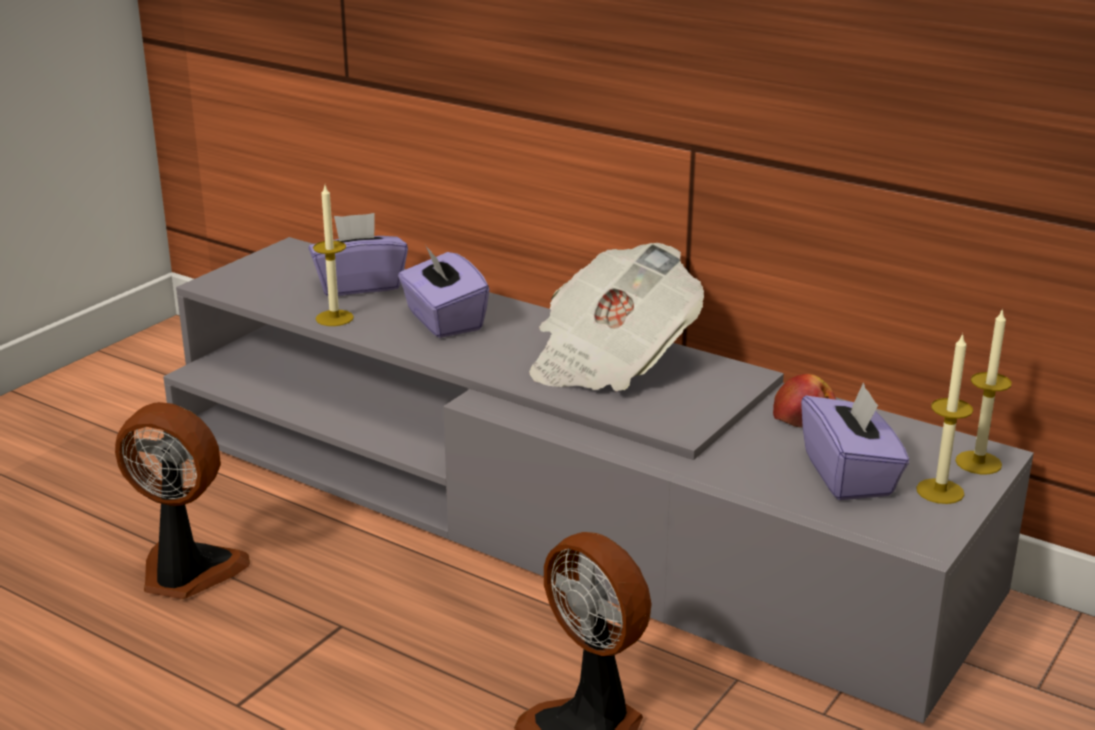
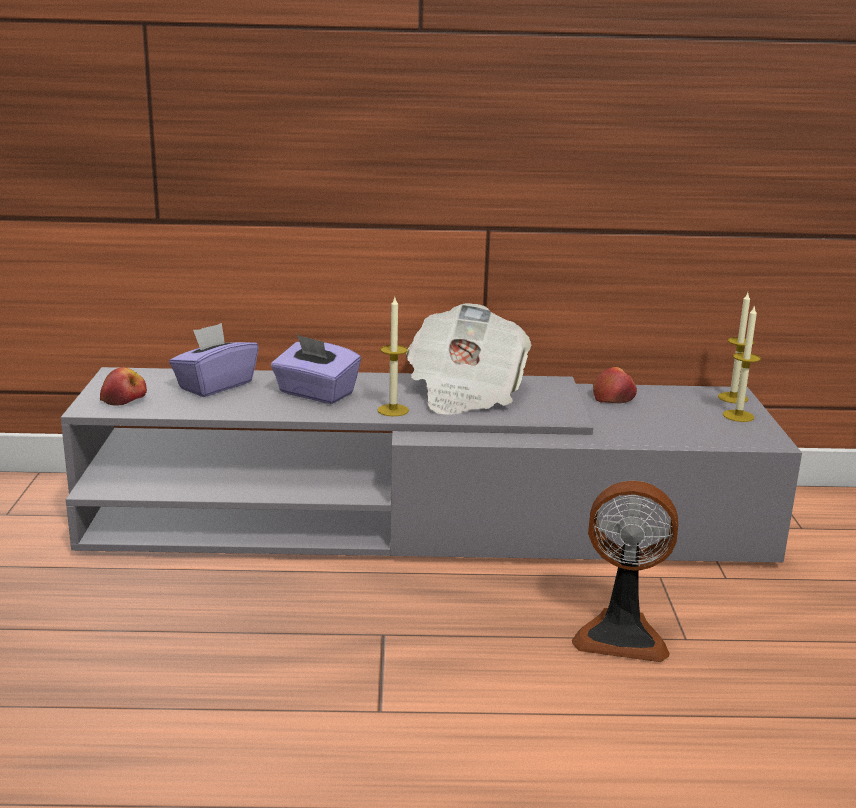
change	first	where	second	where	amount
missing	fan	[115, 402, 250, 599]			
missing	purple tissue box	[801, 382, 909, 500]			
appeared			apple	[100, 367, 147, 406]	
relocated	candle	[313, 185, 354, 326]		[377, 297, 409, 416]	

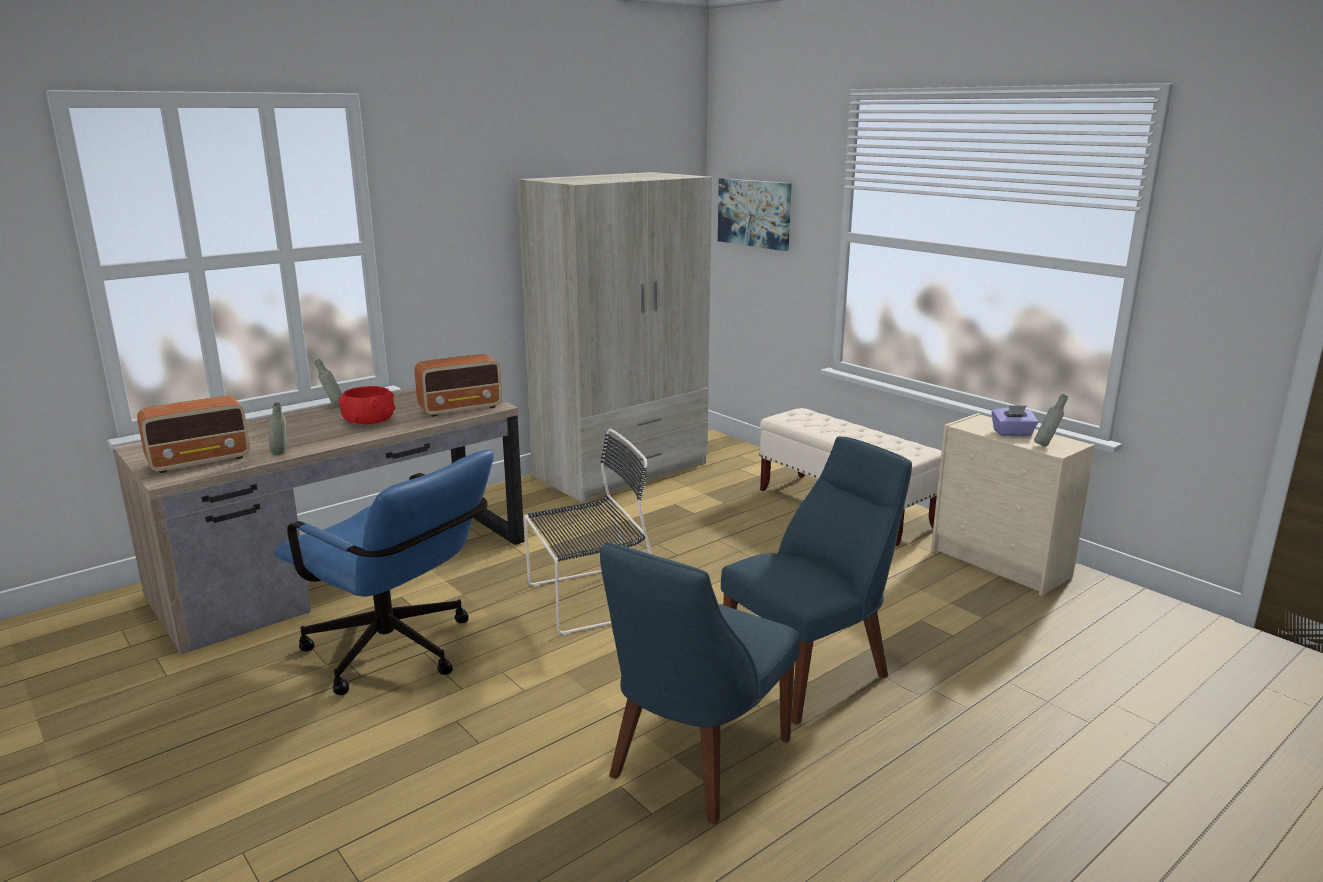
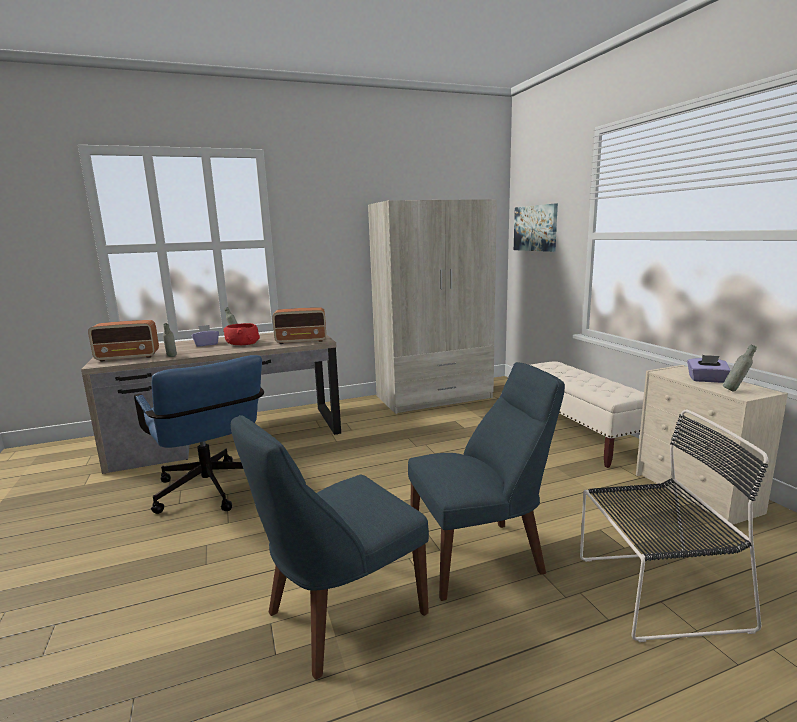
change	first	where	second	where	amount
appeared			purple tissue box	[192, 325, 219, 347]	
relocated	black chair	[524, 428, 652, 635]		[580, 409, 769, 642]	

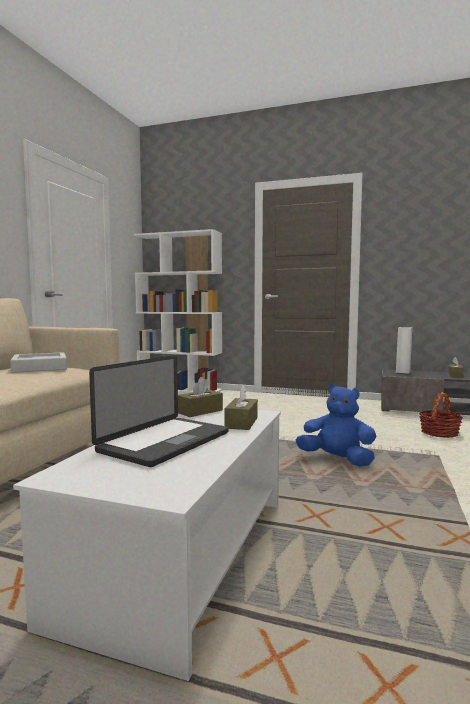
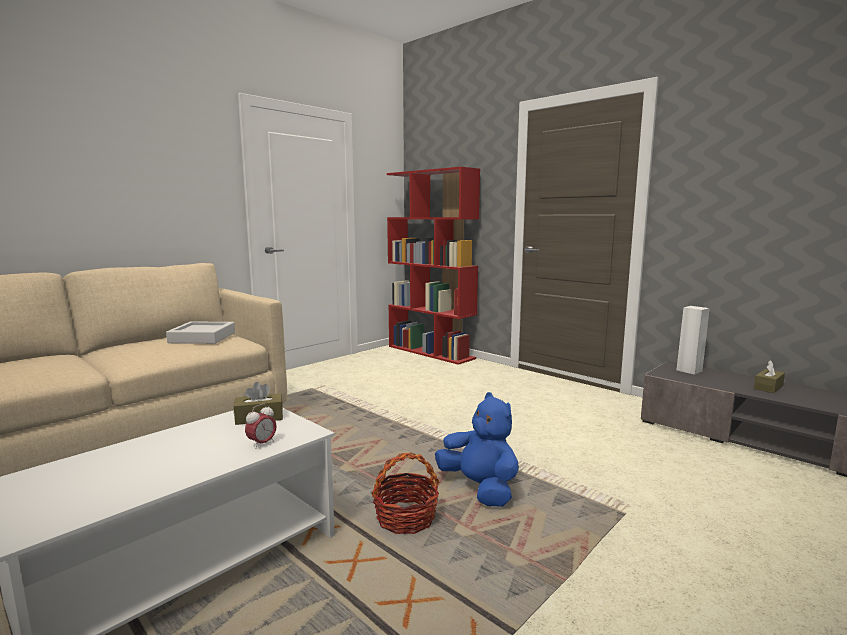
change	first	where	second	where	amount
missing	laptop	[89, 355, 229, 467]			
relocated	basket	[419, 392, 463, 438]		[371, 452, 440, 534]	
exchanged	brown tissue box	[225, 384, 258, 430]	alarm clock	[245, 404, 277, 449]	
colour	white bookcase	[134, 229, 222, 393]	red bookcase	[387, 167, 480, 365]	

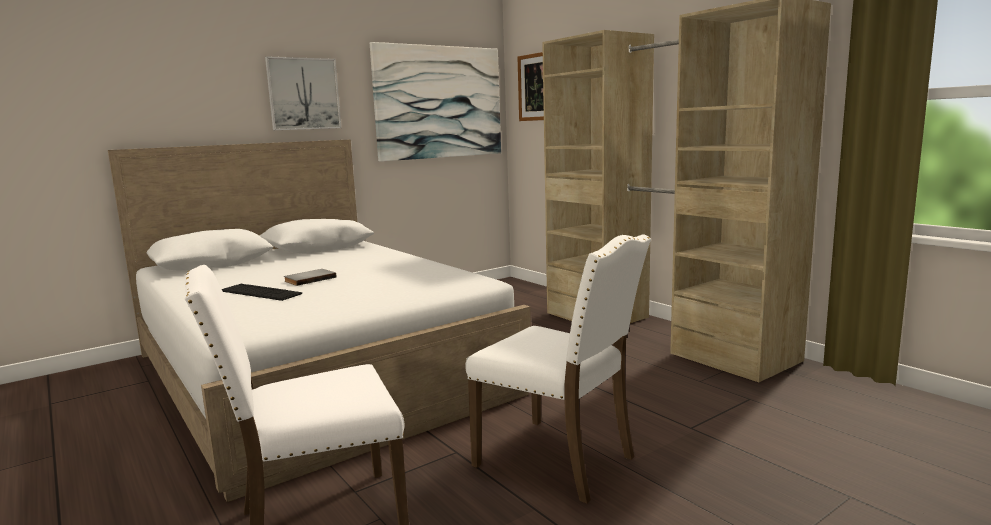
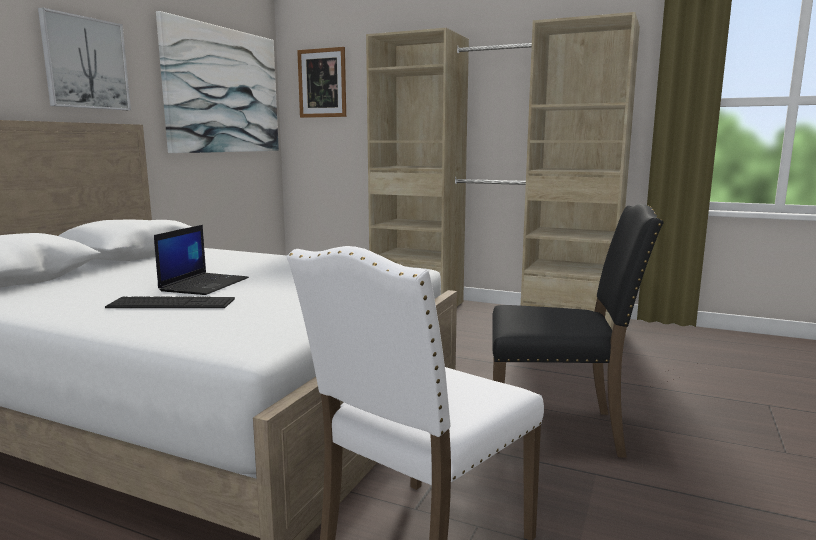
change	first	where	second	where	amount
exchanged	grey book	[284, 269, 337, 286]	laptop	[154, 225, 249, 295]	
colour	white chair	[465, 234, 651, 503]	black chair	[492, 204, 664, 458]	

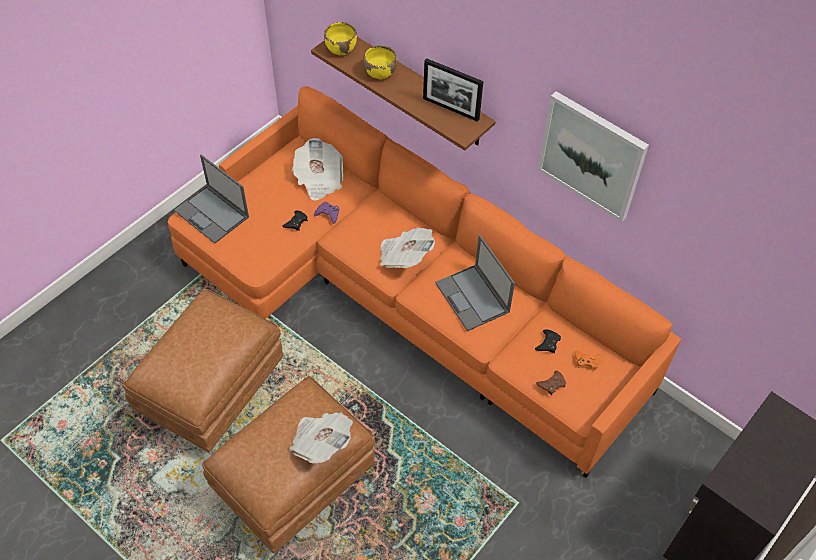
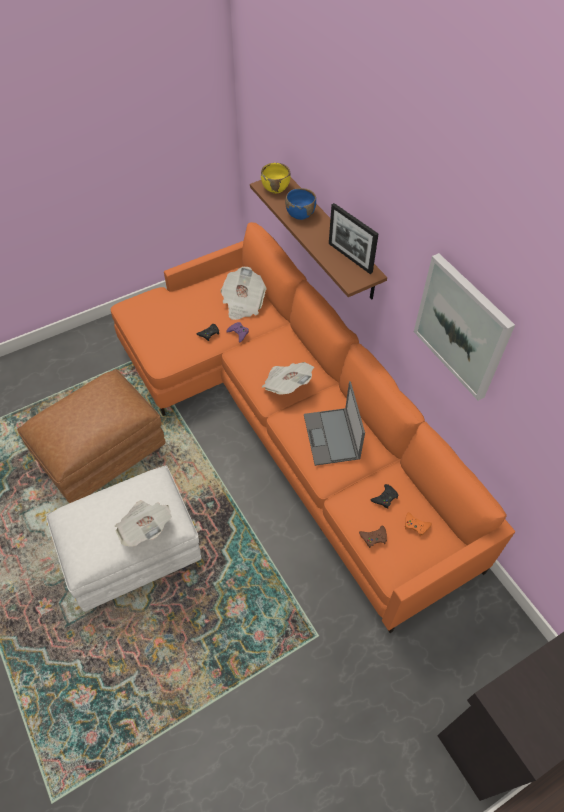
change	first	where	second	where	amount
missing	laptop	[174, 154, 249, 244]			
colour	brown ottoman	[202, 376, 375, 554]	white ottoman	[46, 465, 201, 612]	
colour	yellow bowl	[363, 45, 397, 79]	blue bowl	[285, 188, 316, 220]	

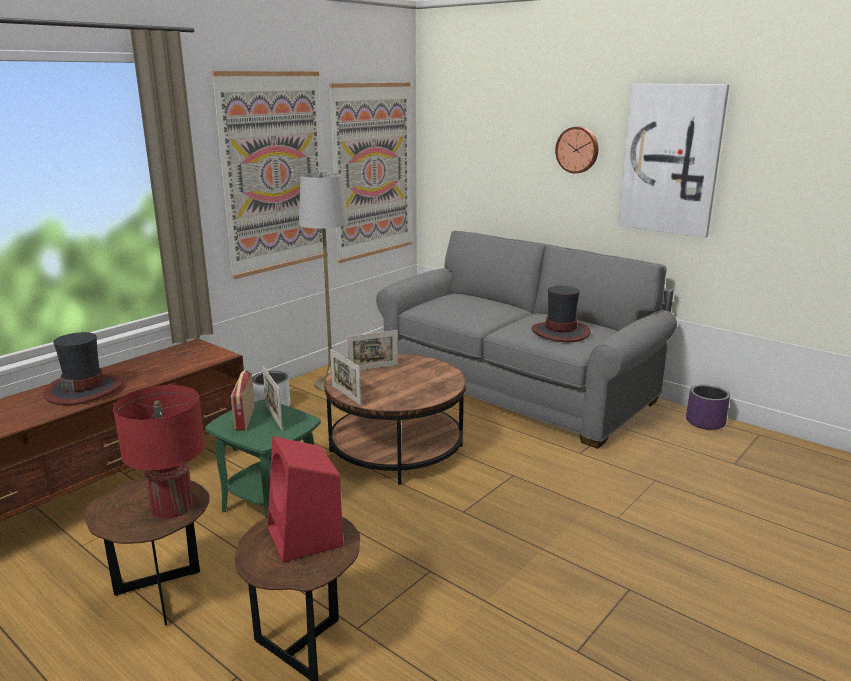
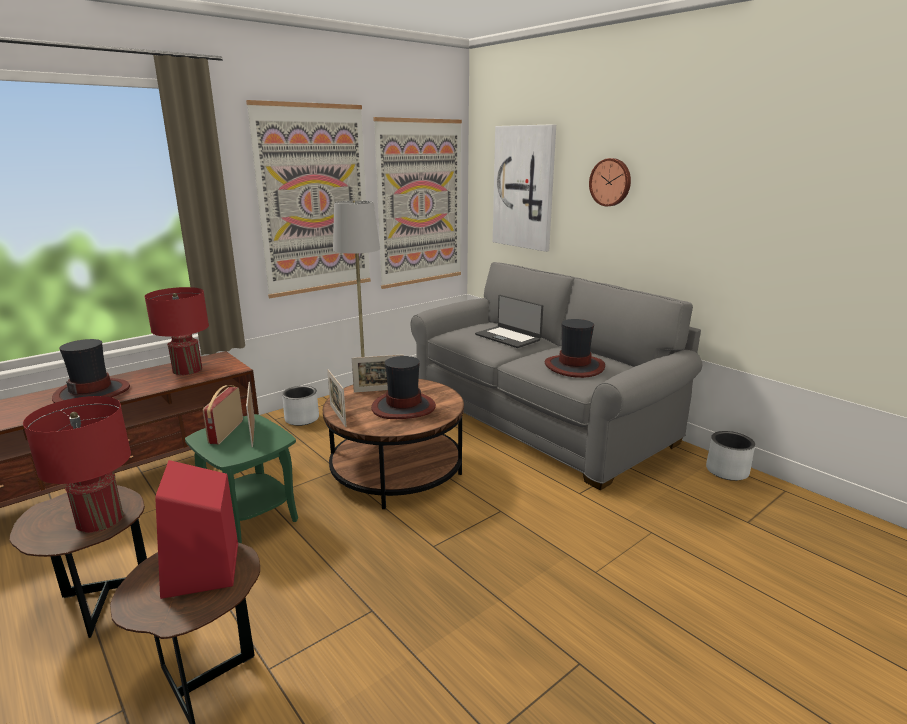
change	first	where	second	where	amount
appeared			red table lamp	[144, 287, 209, 375]	
appeared			hat	[371, 356, 436, 419]	
appeared			laptop	[475, 295, 543, 348]	
relocated	picture	[618, 83, 729, 238]		[493, 124, 556, 252]	
colour	purple planter	[686, 385, 730, 430]	grey planter	[706, 431, 755, 481]	

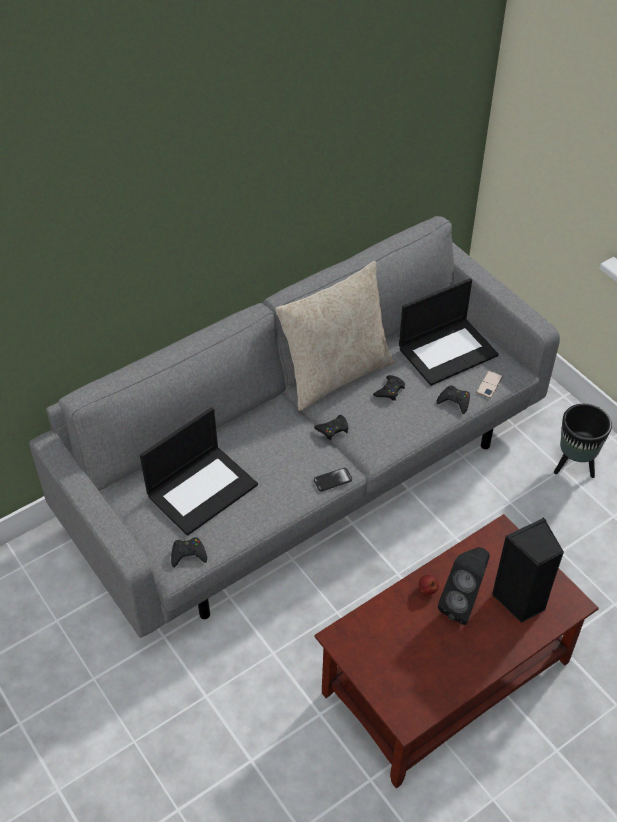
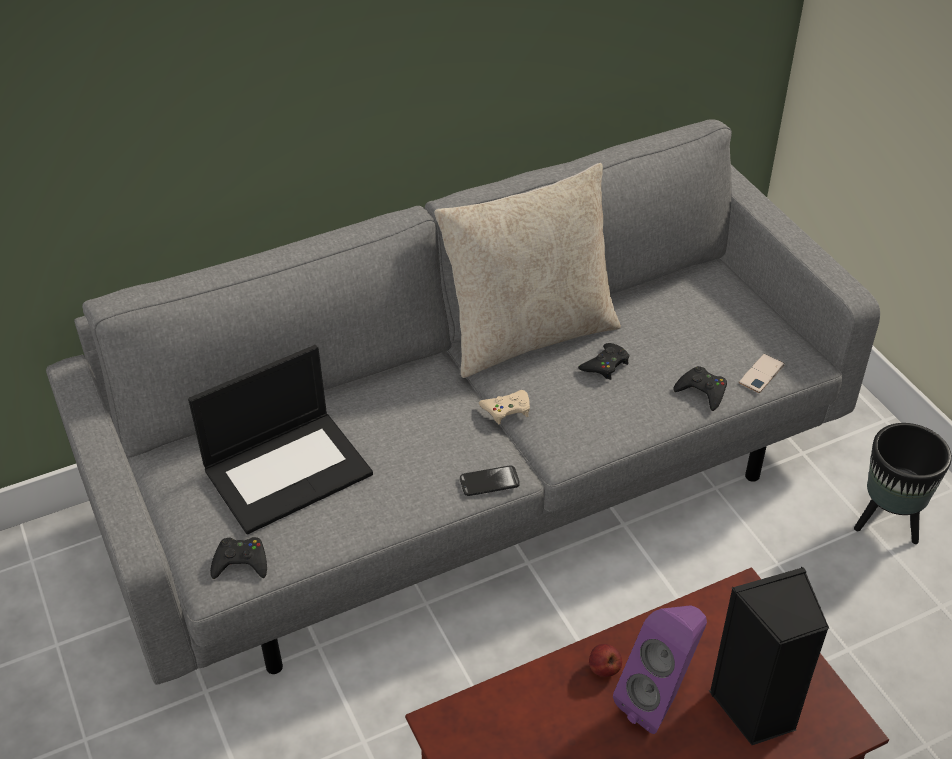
change	first	where	second	where	amount
missing	laptop	[399, 278, 499, 386]			
colour	black game controller	[314, 415, 349, 440]	beige game controller	[479, 390, 530, 424]	
colour	black speaker	[438, 547, 490, 625]	purple speaker	[613, 605, 707, 734]	

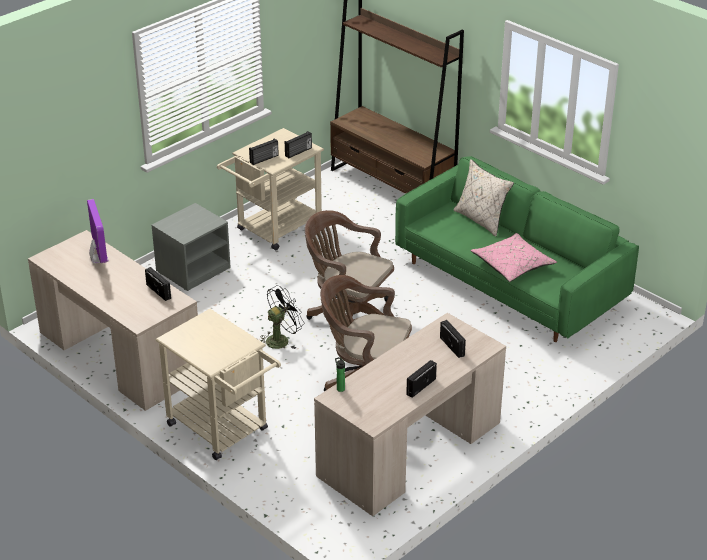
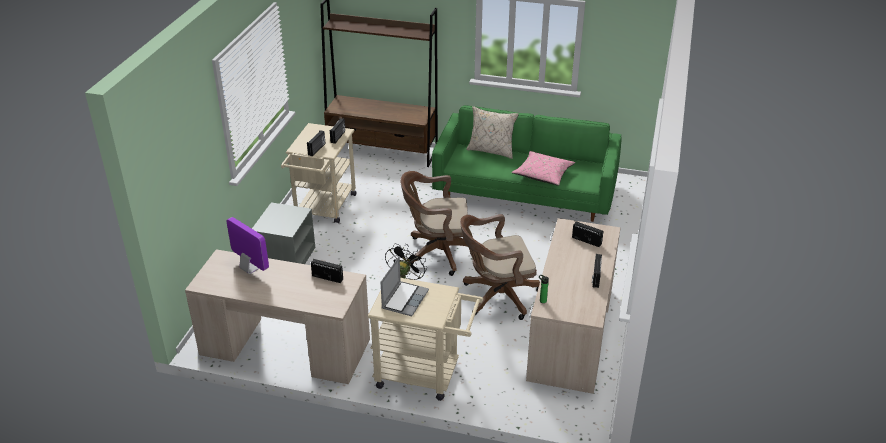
change	first	where	second	where	amount
appeared			laptop	[381, 256, 429, 316]	

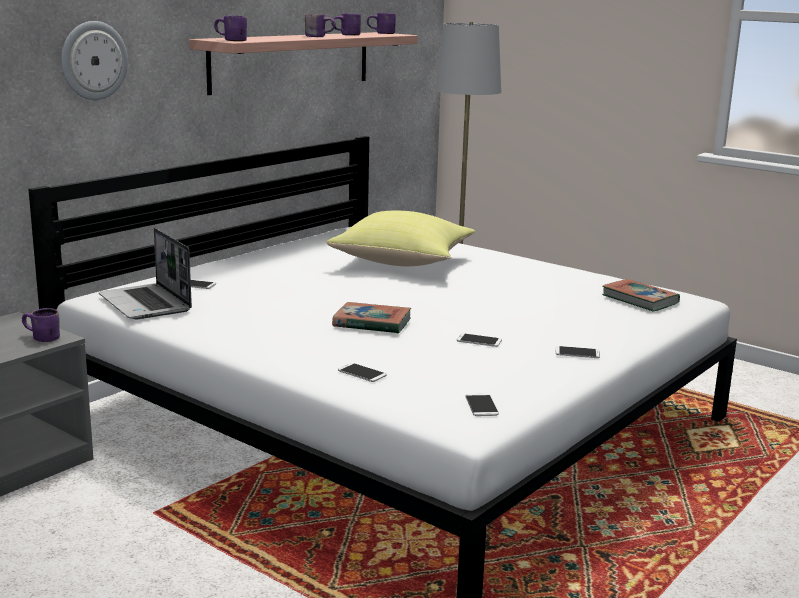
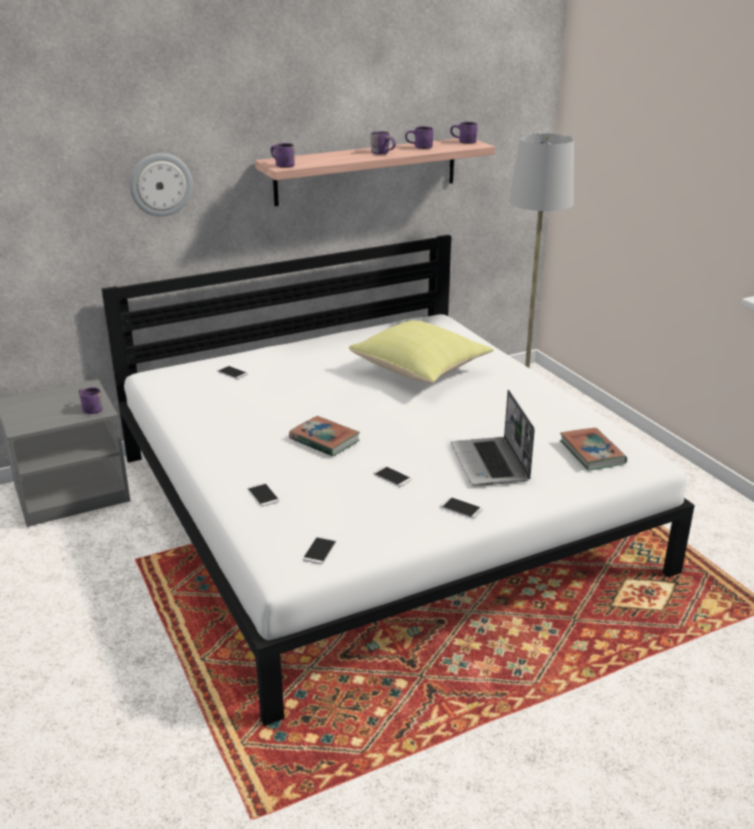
change	first	where	second	where	amount
relocated	laptop	[99, 228, 192, 319]		[451, 390, 535, 486]	

